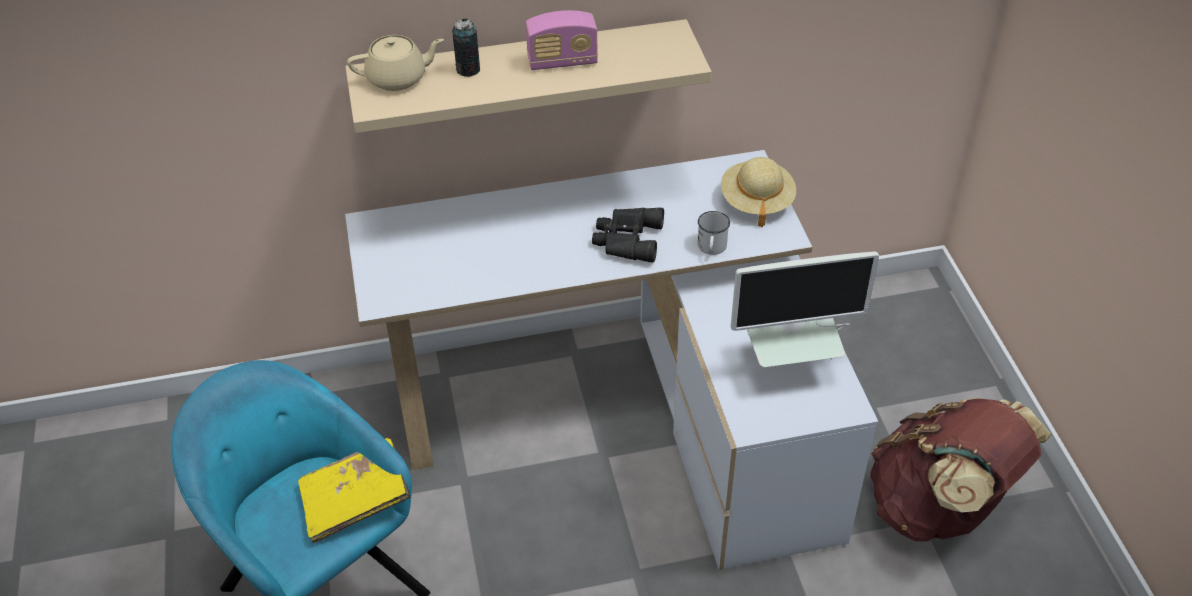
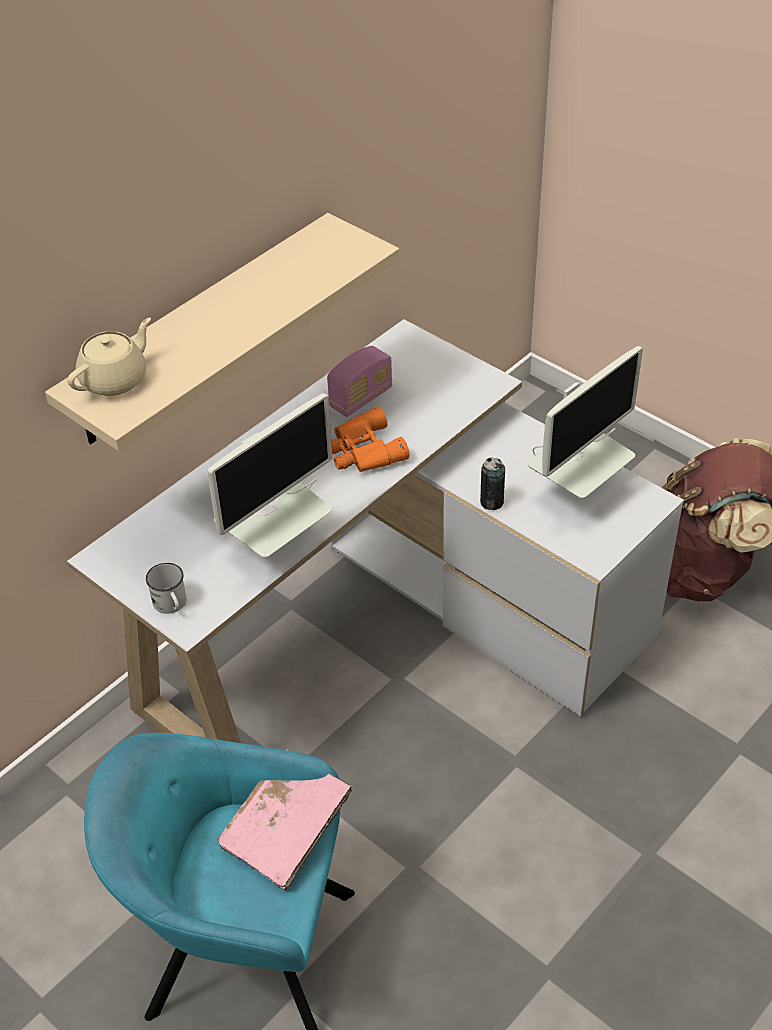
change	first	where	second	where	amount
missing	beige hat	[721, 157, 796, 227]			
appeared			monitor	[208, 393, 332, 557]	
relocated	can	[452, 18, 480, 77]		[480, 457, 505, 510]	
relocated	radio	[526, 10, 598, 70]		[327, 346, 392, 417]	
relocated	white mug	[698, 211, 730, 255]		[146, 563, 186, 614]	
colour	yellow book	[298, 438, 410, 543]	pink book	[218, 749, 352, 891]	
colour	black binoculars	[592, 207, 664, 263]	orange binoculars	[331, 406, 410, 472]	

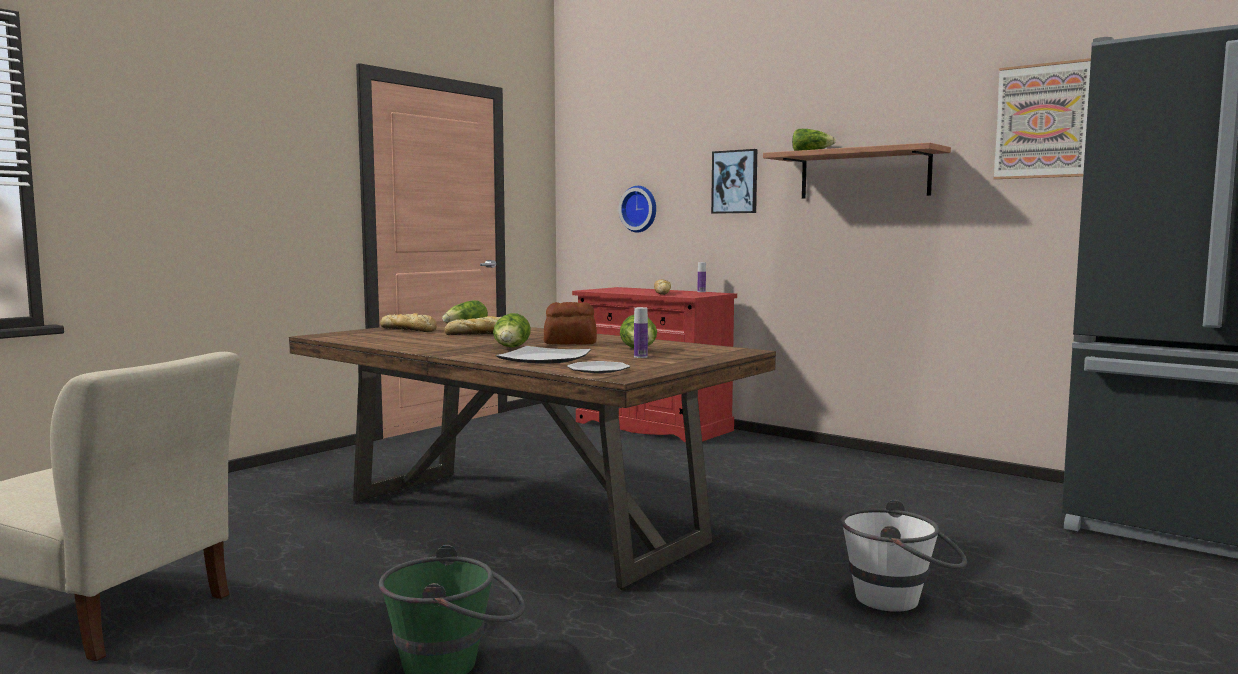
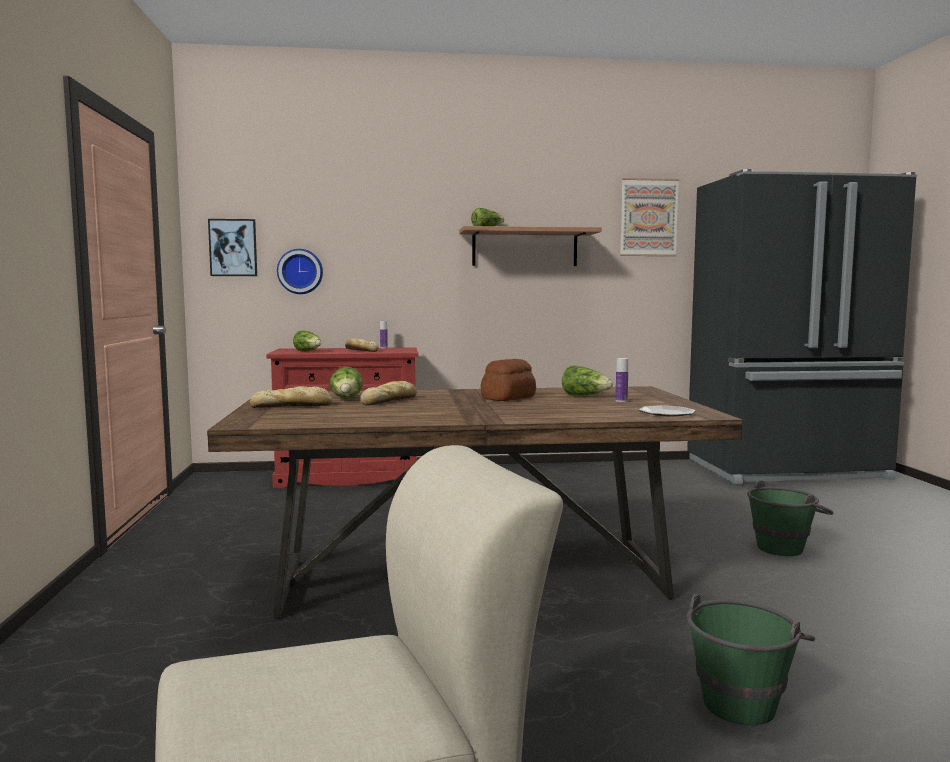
change	first	where	second	where	amount
missing	plate	[496, 346, 591, 364]			
relocated	lettuce	[493, 313, 531, 348]		[293, 330, 321, 352]	
relocated	picture	[711, 149, 757, 214]		[208, 219, 257, 276]	
colour	white bucket	[840, 500, 967, 612]	green bucket	[747, 480, 834, 556]	

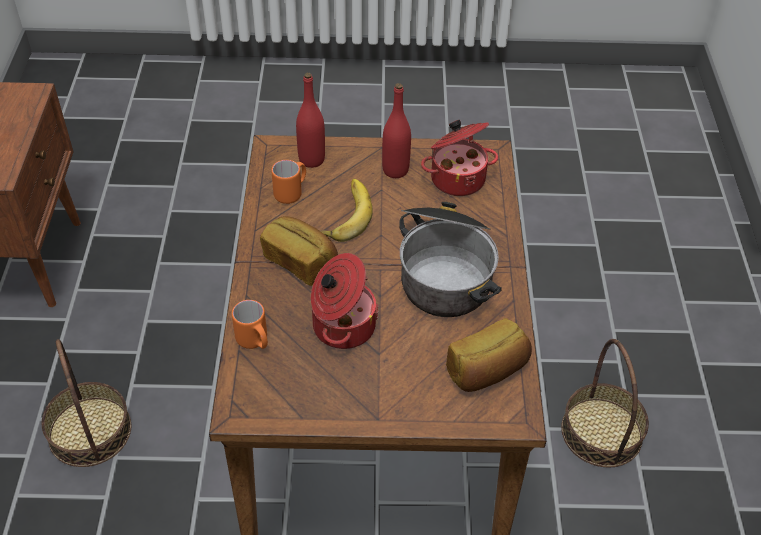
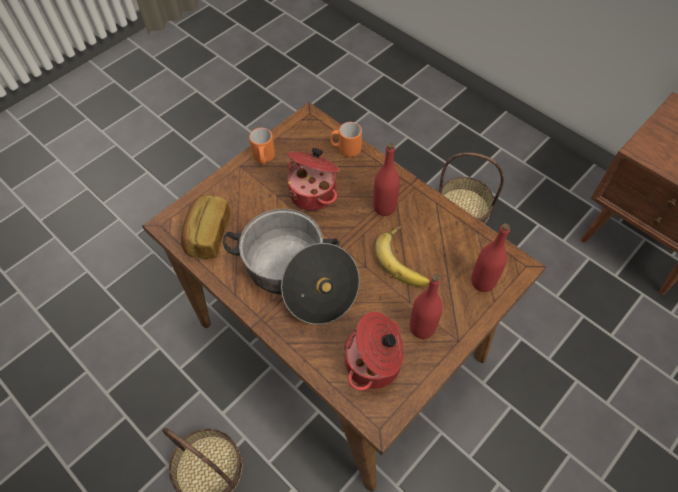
change	first	where	second	where	amount
relocated	orange mug	[271, 160, 306, 204]		[249, 128, 275, 165]	
exchanged	bread	[260, 216, 338, 286]	red bottle	[373, 143, 400, 216]	

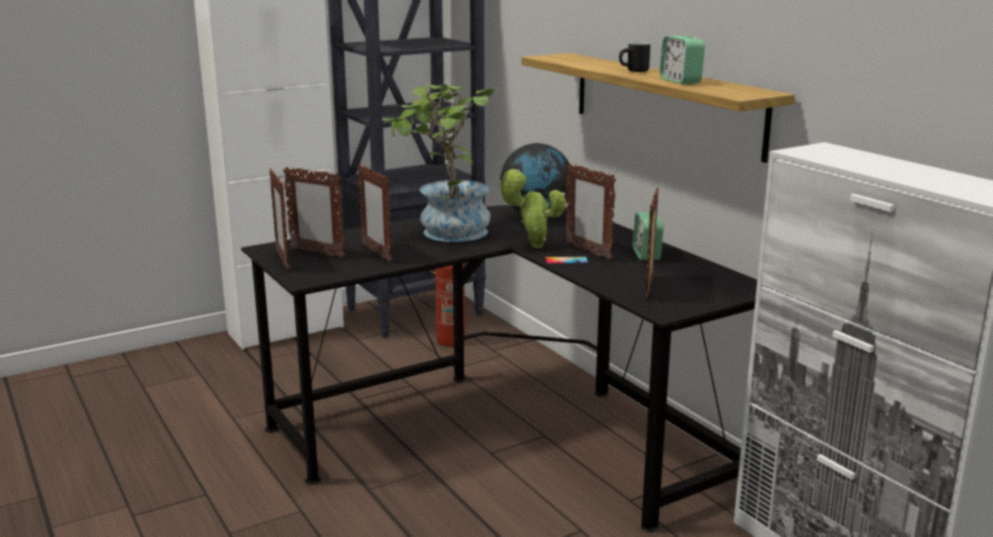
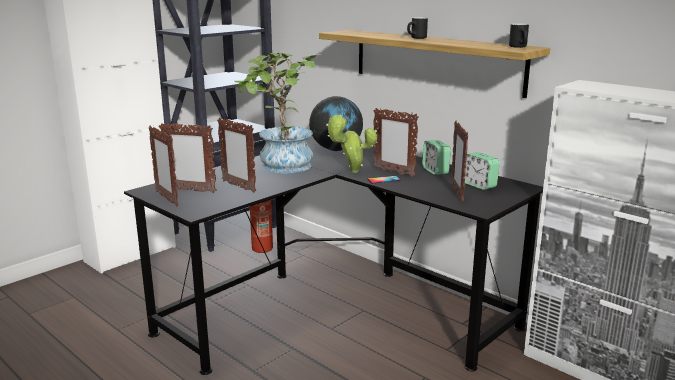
change	first	where	second	where	amount
appeared			black mug	[509, 23, 529, 48]	
relocated	alarm clock	[660, 36, 705, 84]		[464, 152, 500, 190]	

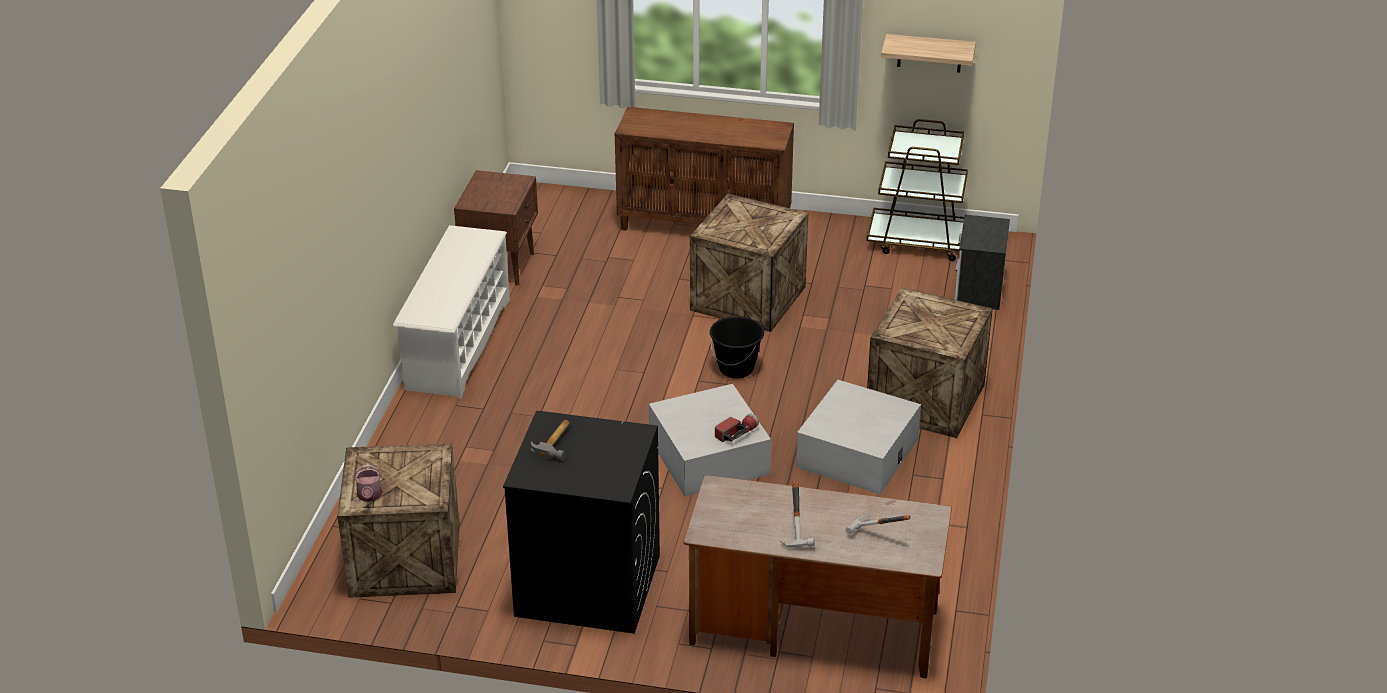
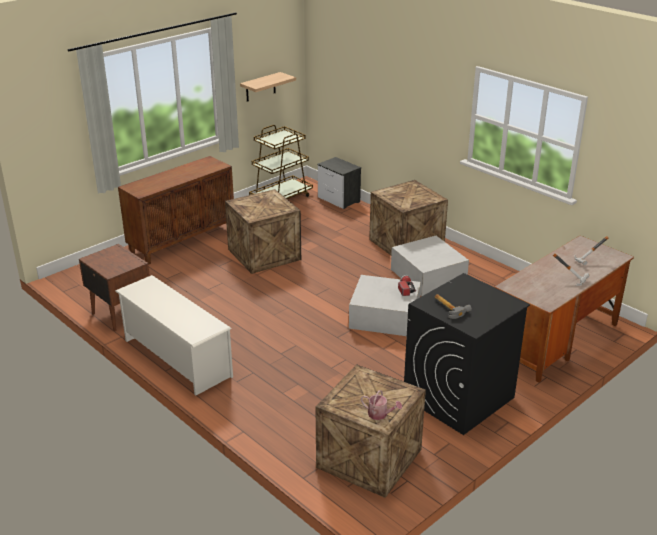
change	first	where	second	where	amount
missing	black bucket	[710, 316, 764, 378]			

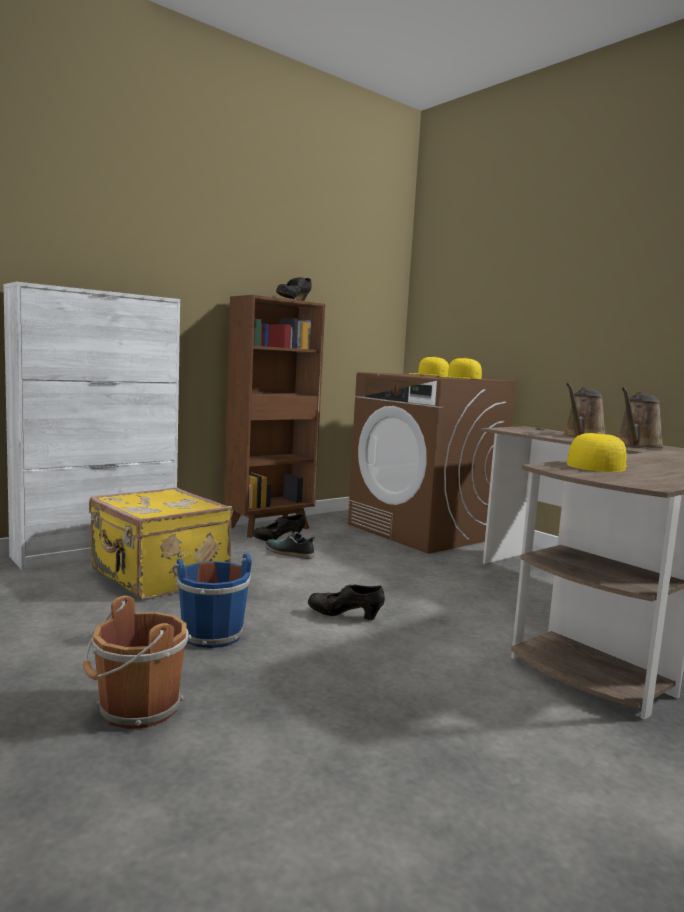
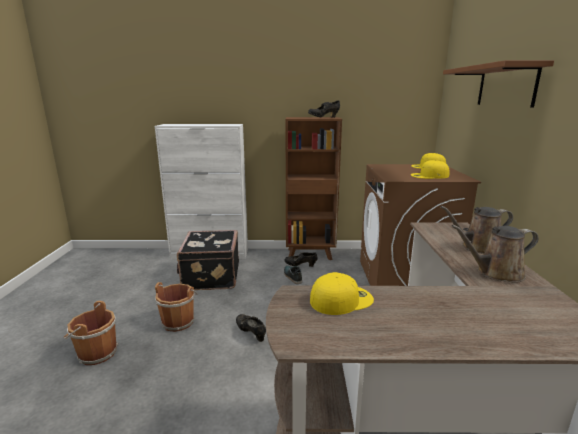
change	first	where	second	where	amount
appeared			brown shelf	[443, 60, 554, 108]	
colour	yellow suitcase	[89, 487, 232, 600]	black suitcase	[177, 230, 239, 290]	
colour	blue bucket	[172, 554, 252, 648]	brown bucket	[155, 282, 198, 332]	

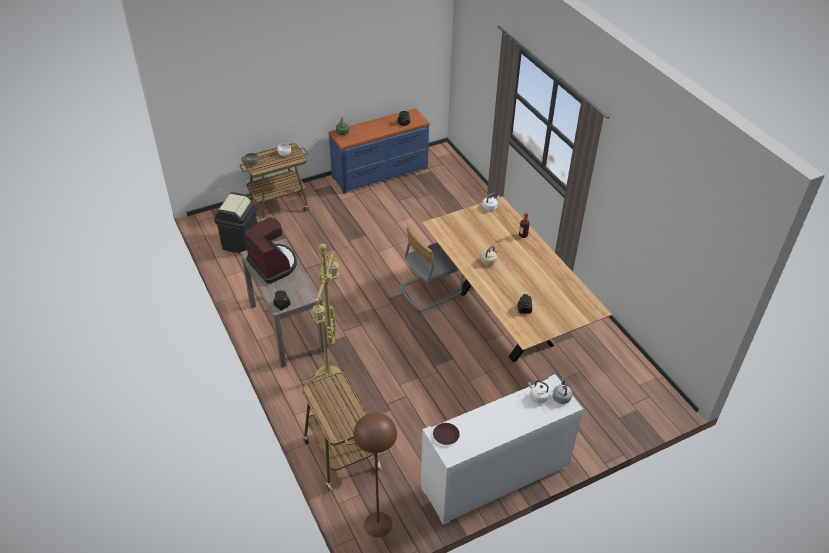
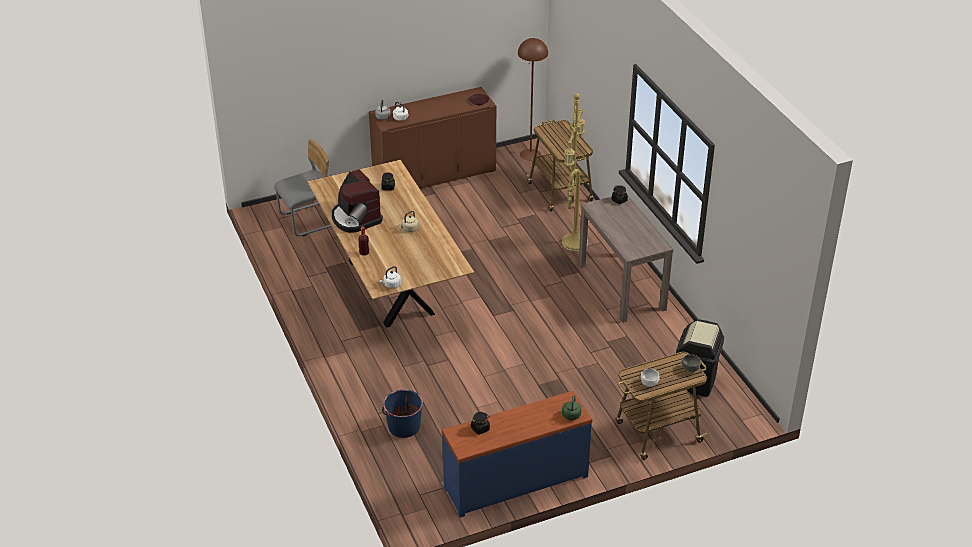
change	first	where	second	where	amount
appeared			blue bucket	[382, 389, 423, 438]	
relocated	coffee machine	[245, 217, 297, 284]		[332, 169, 383, 233]	
relocated	grey chair	[399, 226, 464, 312]		[274, 139, 332, 237]	
colour	white cabinet	[421, 374, 583, 525]	brown cabinet	[369, 87, 496, 189]	

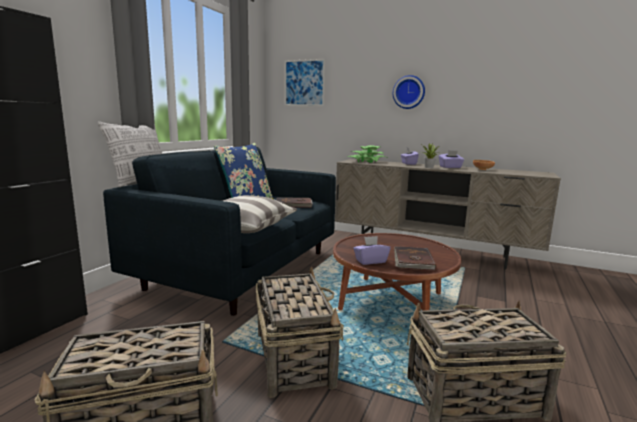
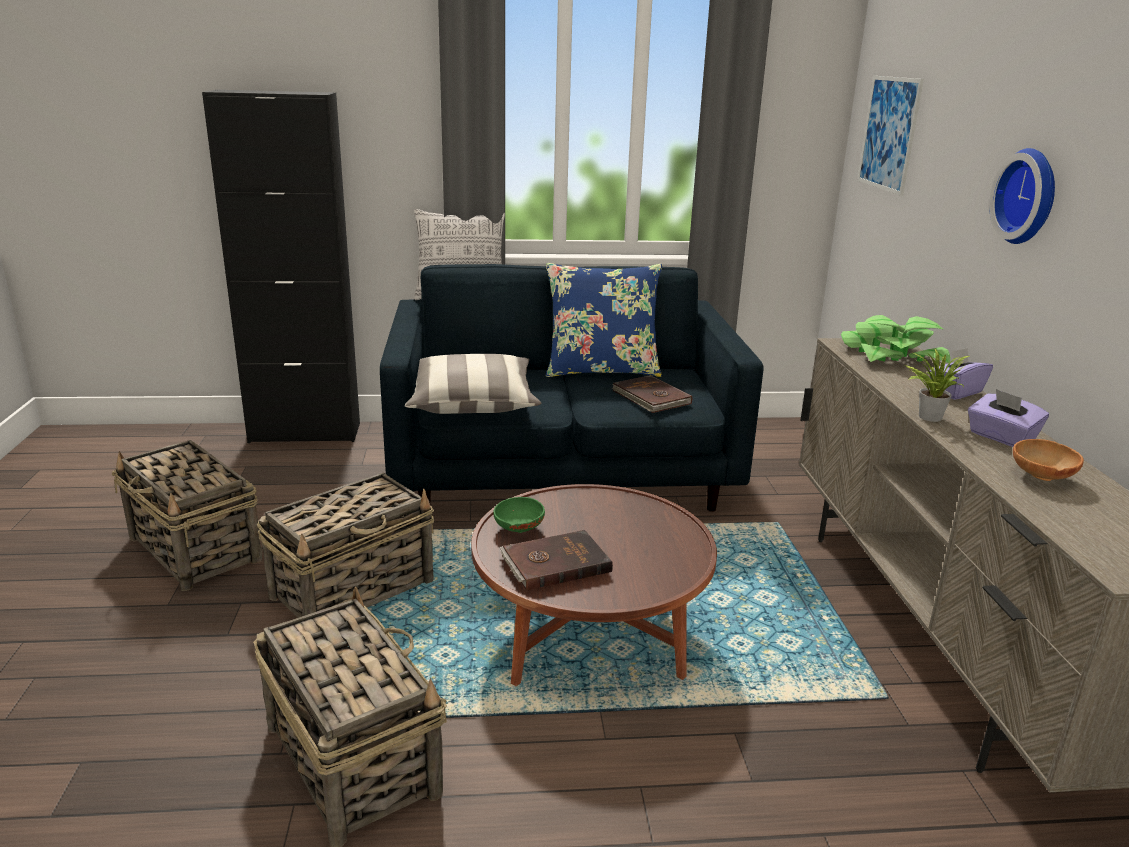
change	first	where	second	where	amount
exchanged	purple tissue box	[353, 236, 390, 265]	green bowl	[493, 497, 545, 533]	

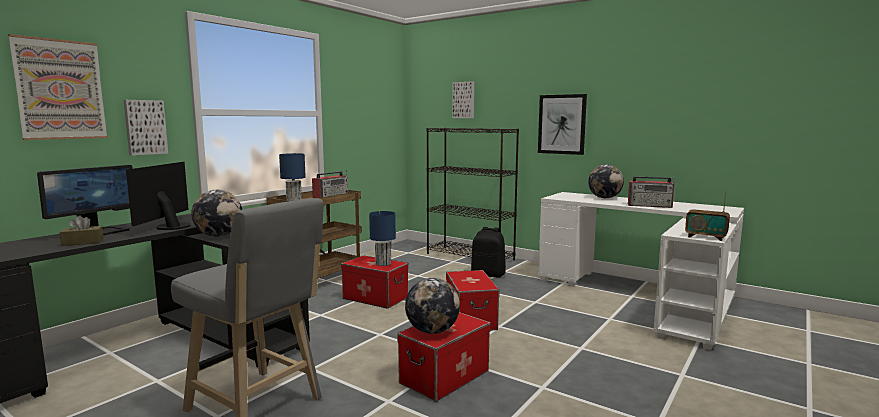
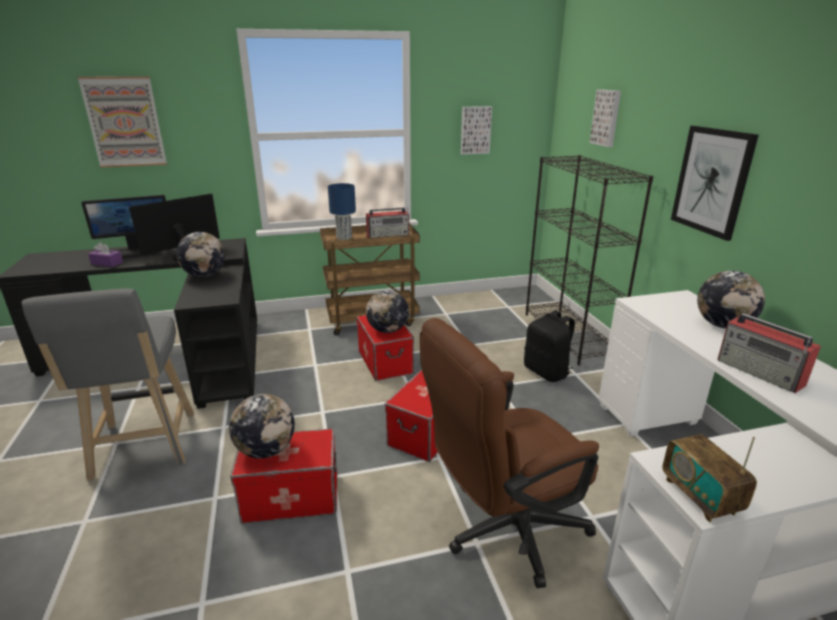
change	first	where	second	where	amount
appeared			brown office chair	[420, 318, 599, 588]	
relocated	picture	[124, 100, 168, 156]		[461, 106, 492, 155]	
exchanged	blue table lamp	[369, 211, 396, 266]	globe	[366, 290, 409, 333]	
colour	brown tissue box	[60, 215, 104, 246]	purple tissue box	[88, 242, 123, 267]	

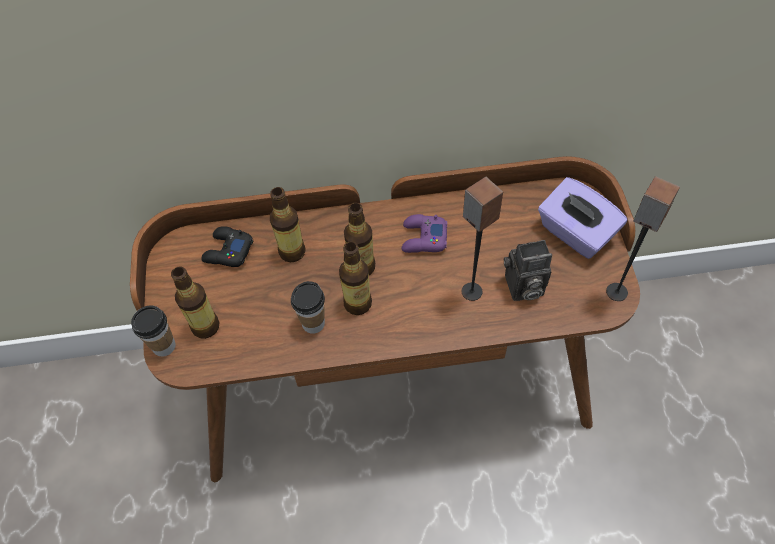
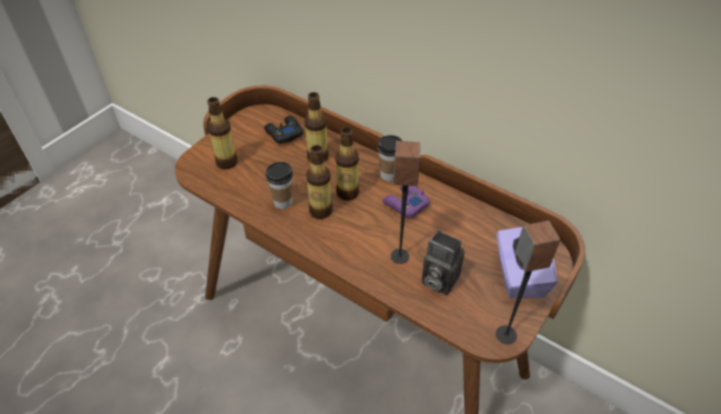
change	first	where	second	where	amount
relocated	cup	[131, 305, 176, 357]		[377, 135, 402, 181]	

